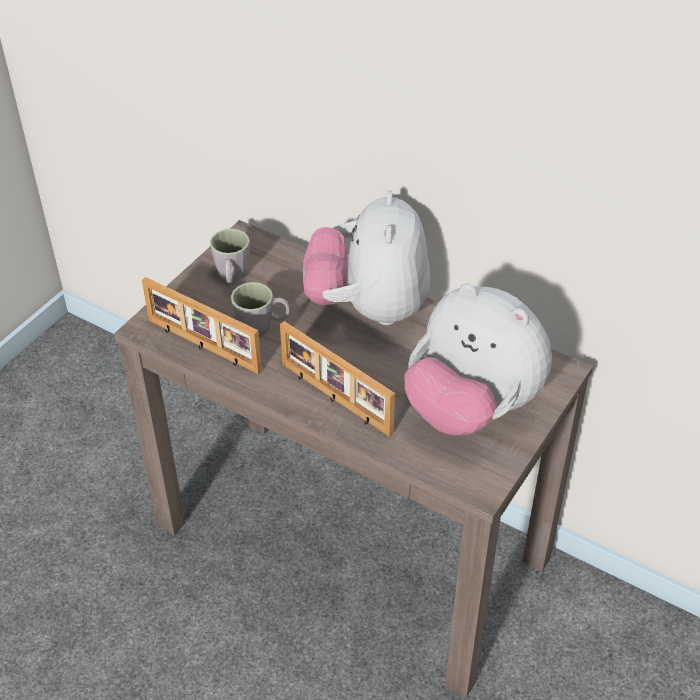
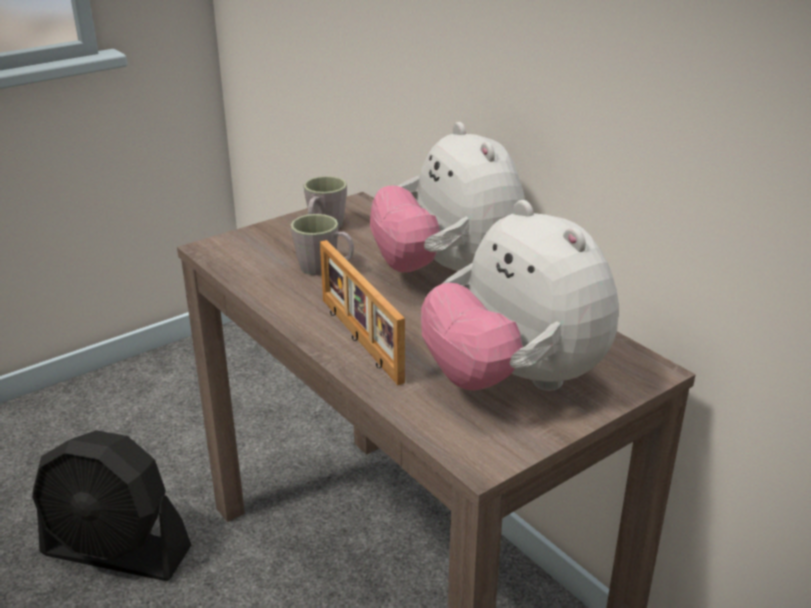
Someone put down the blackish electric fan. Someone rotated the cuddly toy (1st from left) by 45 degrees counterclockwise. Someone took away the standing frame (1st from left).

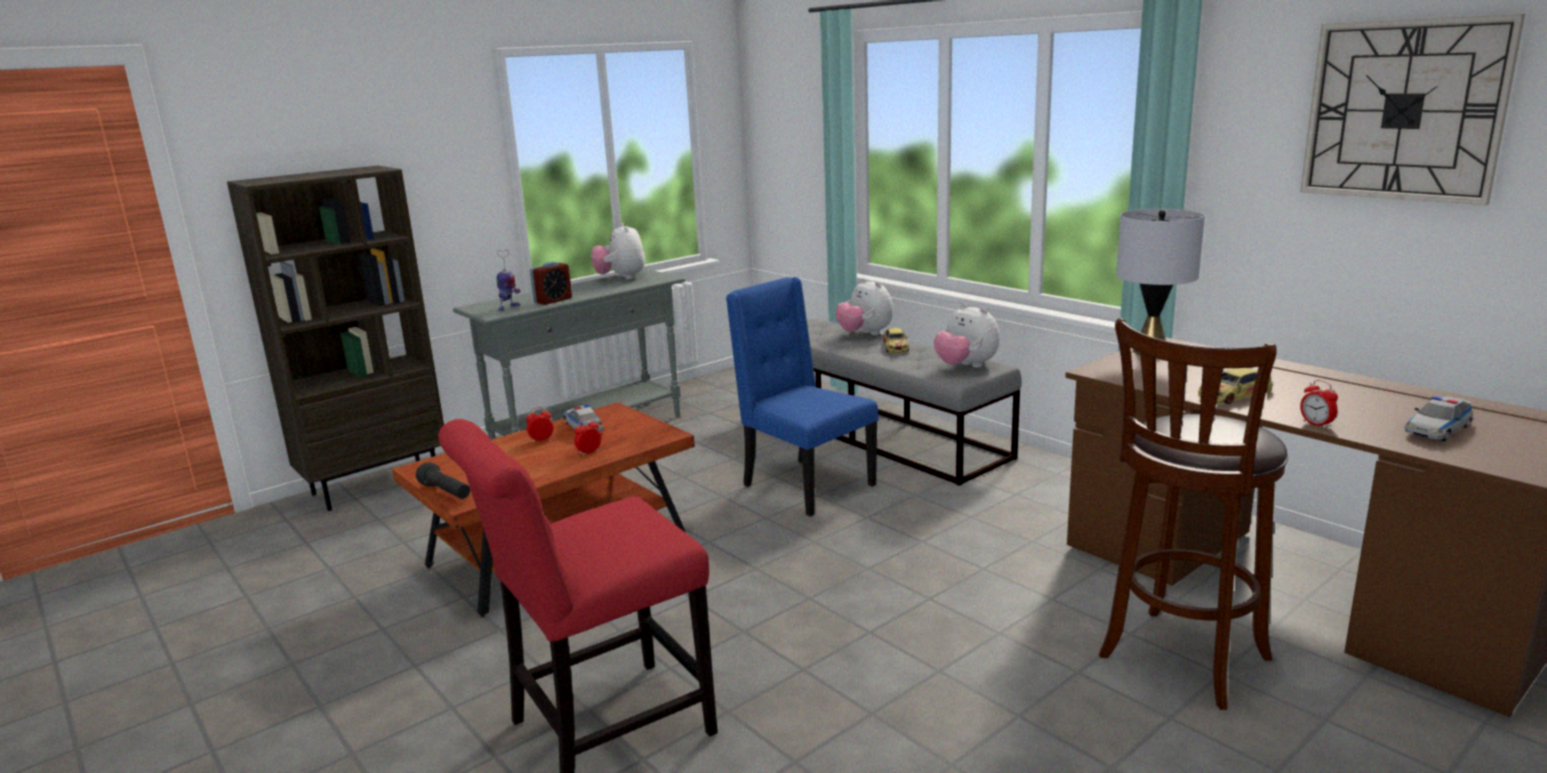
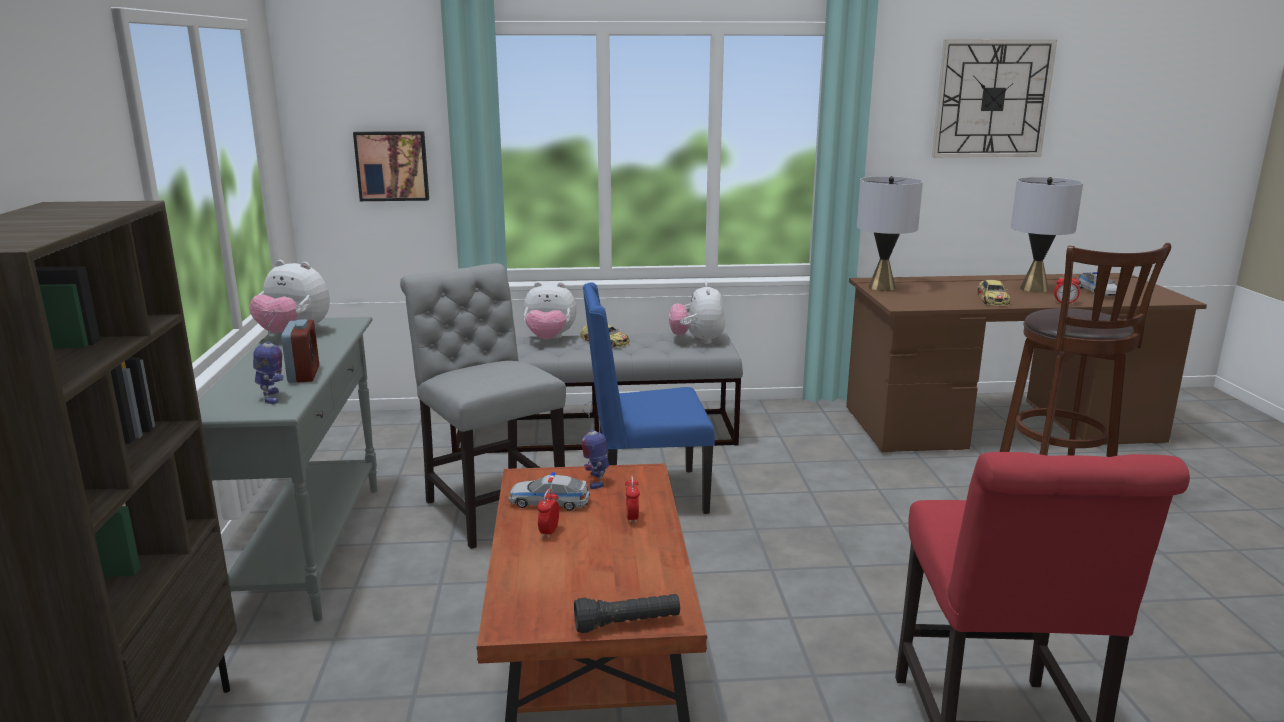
Someone put up the wall art. Someone put down the greyish chair. Someone put down the robot figure (2nd from left). Someone rotated the cuddly toy (3rd from left) by 90 degrees clockwise. Someone put down the greyish table lamp (2nd from left).

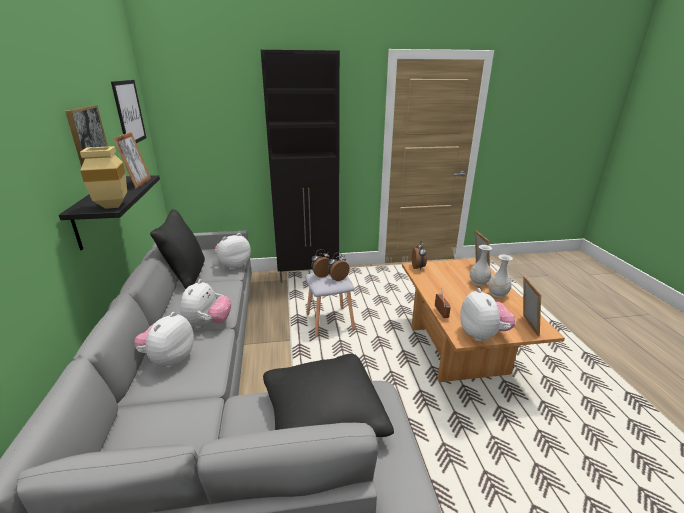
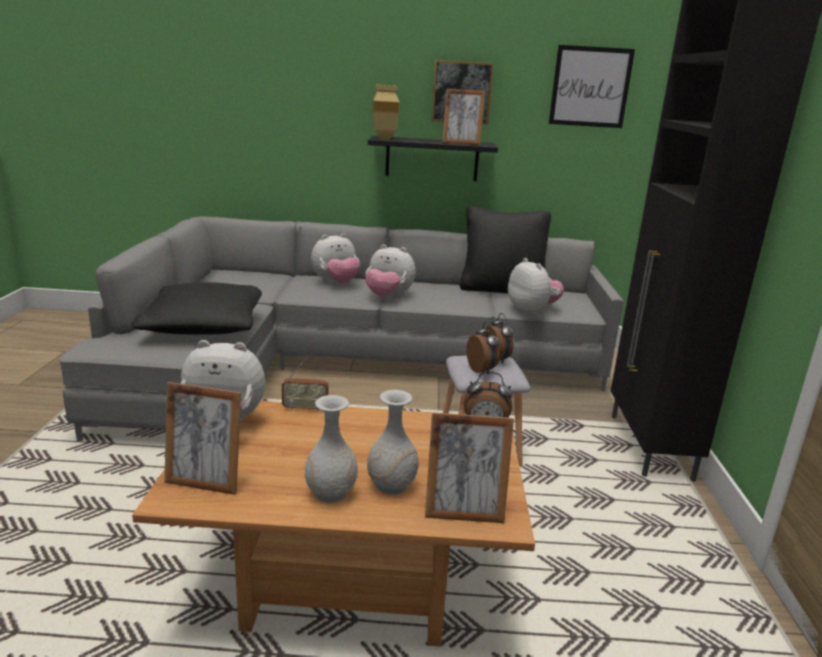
Someone rotated the cuddly toy (1st from left in the first image) by 120 degrees clockwise.

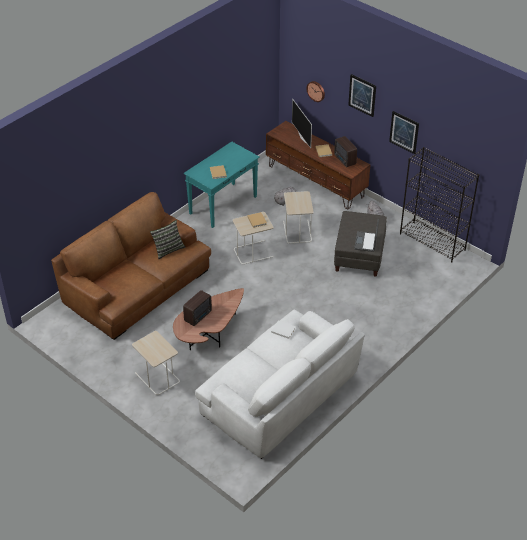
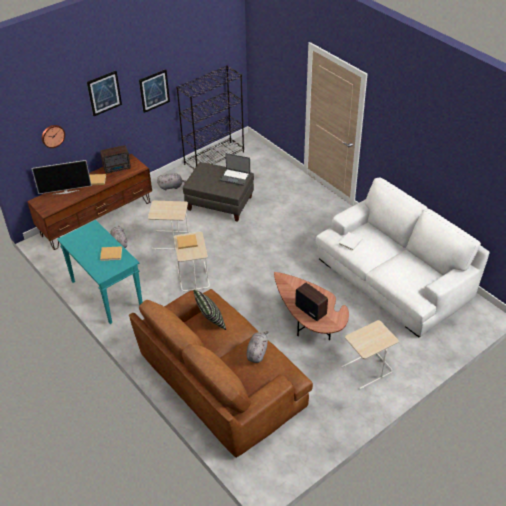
Someone put down the greyish cuddly toy (3rd from left).

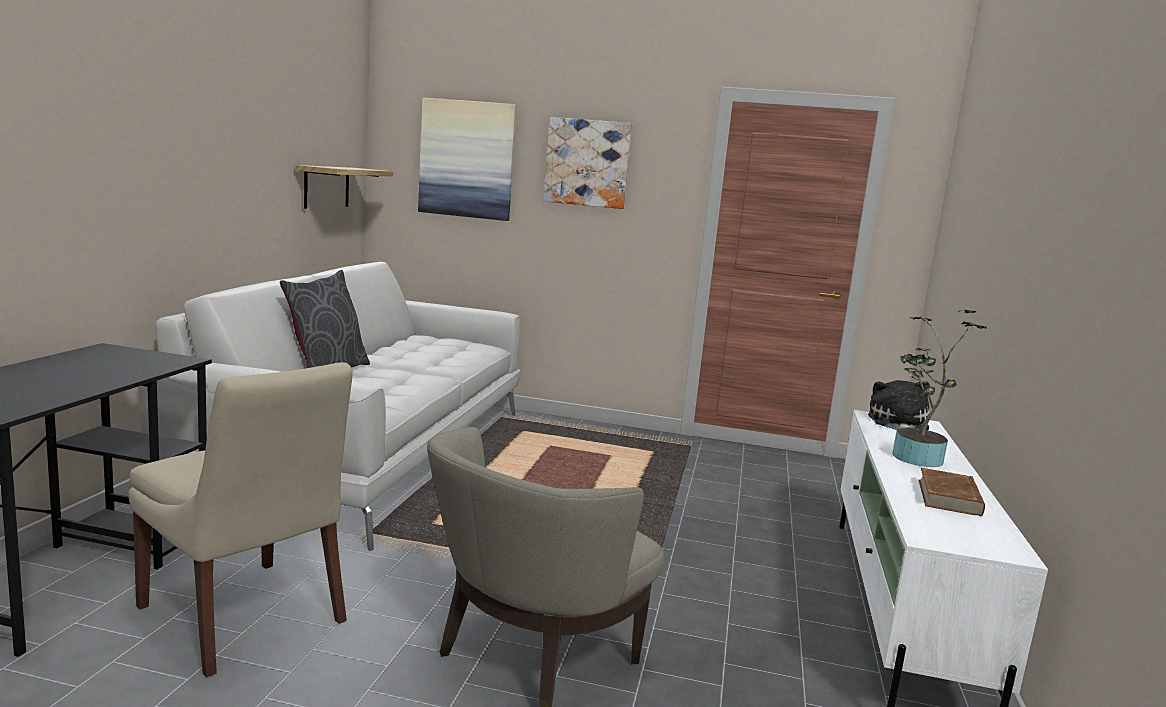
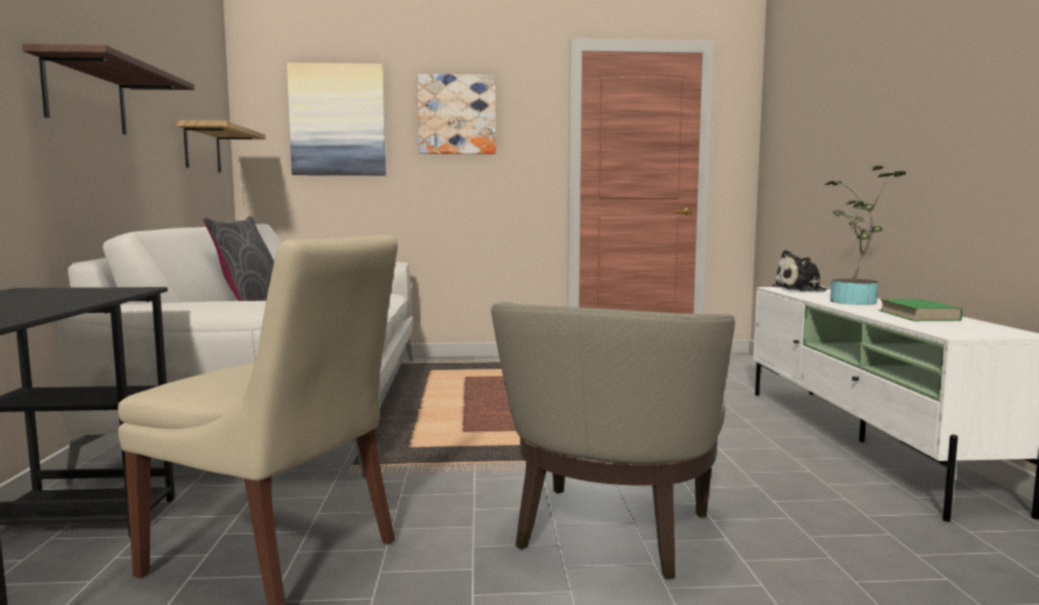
Someone put up the wall shelf (1st from left). Someone rotated the cuddly toy by 90 degrees counterclockwise. Someone repainted the brownish book, which became the green-coloured book.

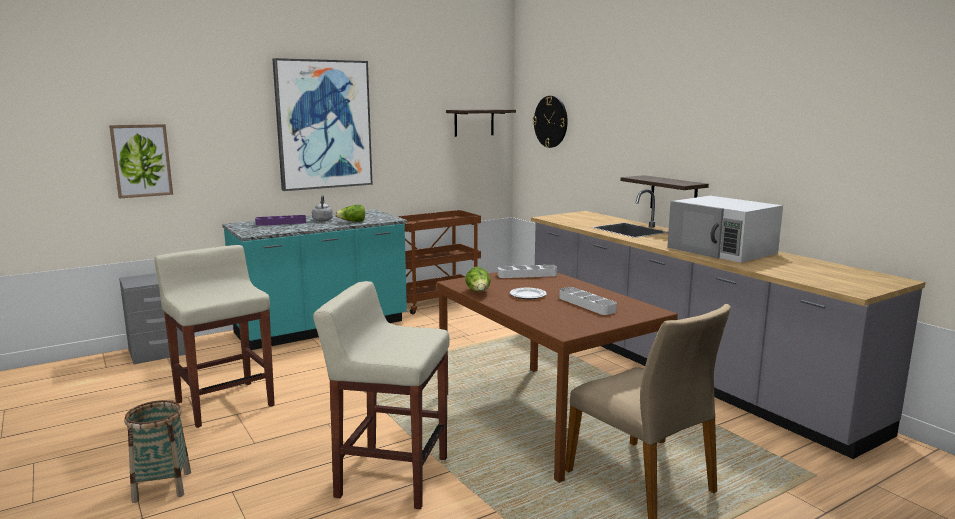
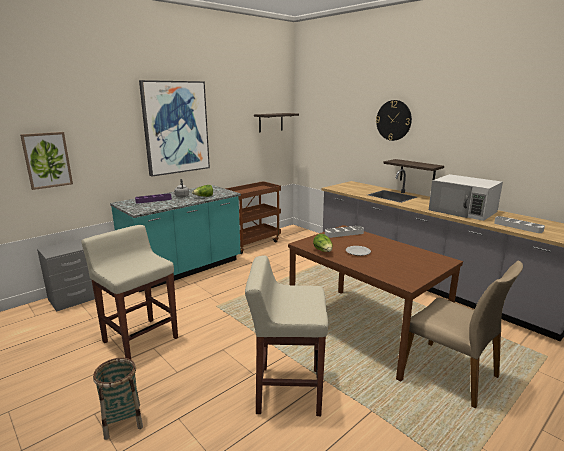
Someone carried the wall clock. Someone carried the greyish tray (2nd from left).

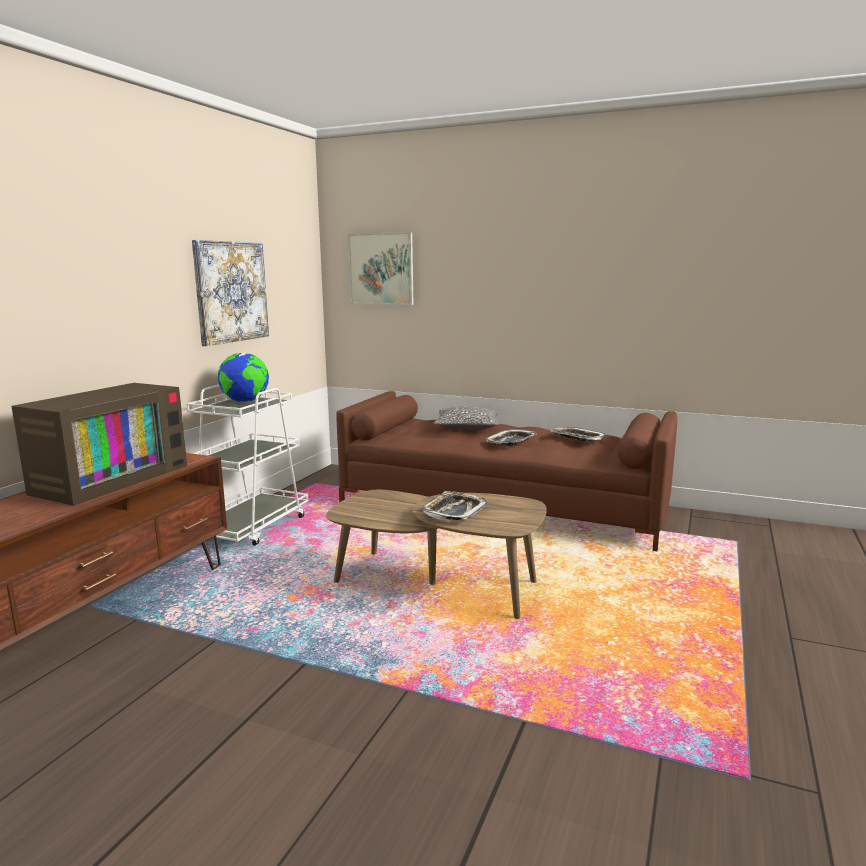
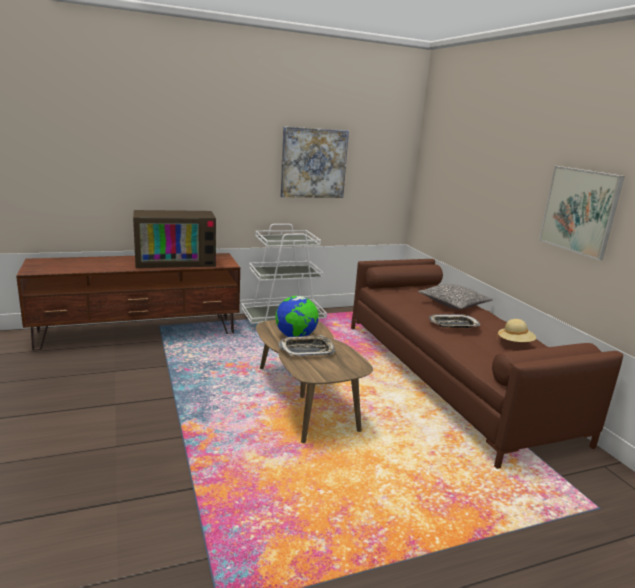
Someone carried the world globe. Someone swapped the tray (3rd from left) for the sand-coloured clothing hat. Someone carried the wall art (2nd from left).

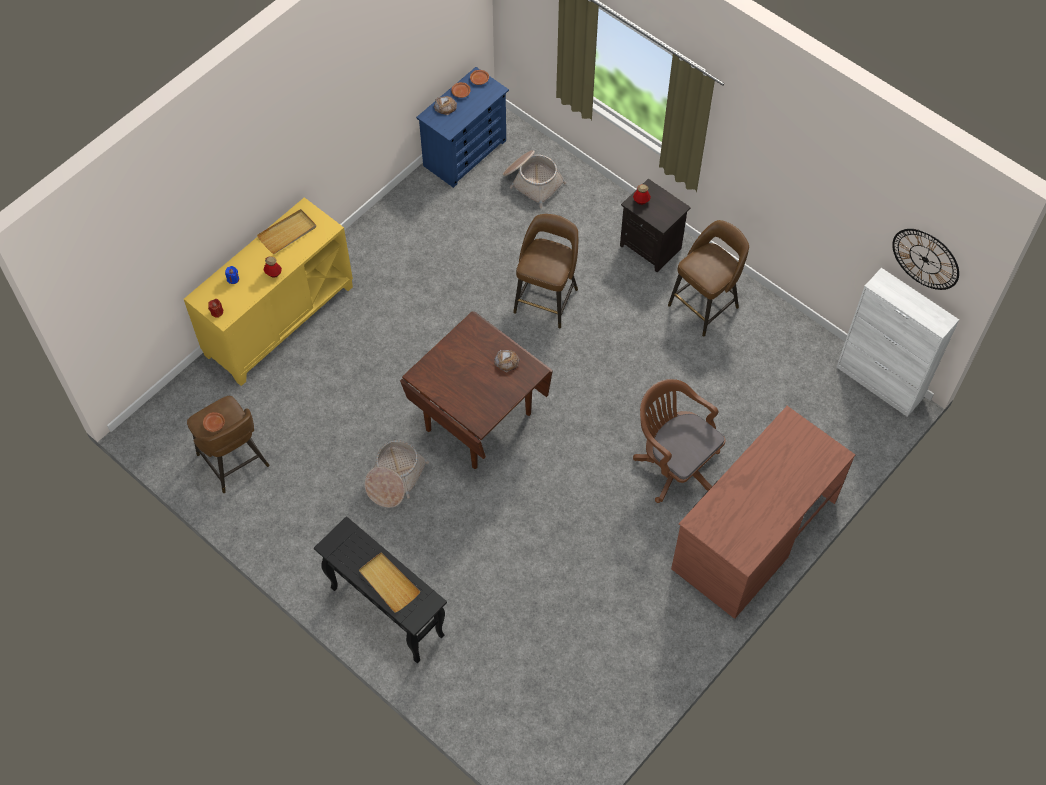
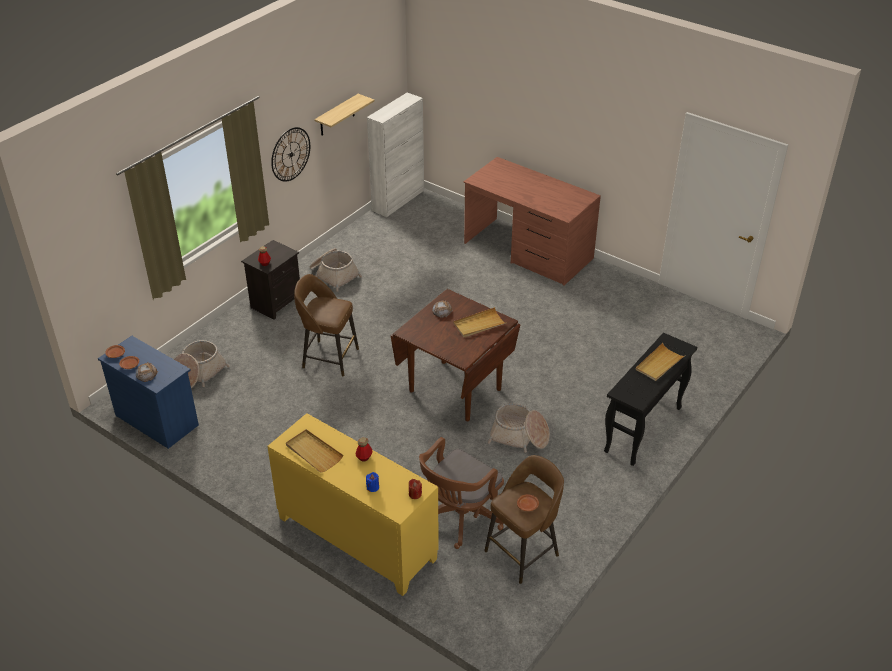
Someone carried the wall clock. Someone swapped the brownish stool (3rd from left) for the household basket (2nd from left). Someone put up the wall shelf. Someone carried the brownish office chair. Someone put down the sand-coloured tray (2nd from left).

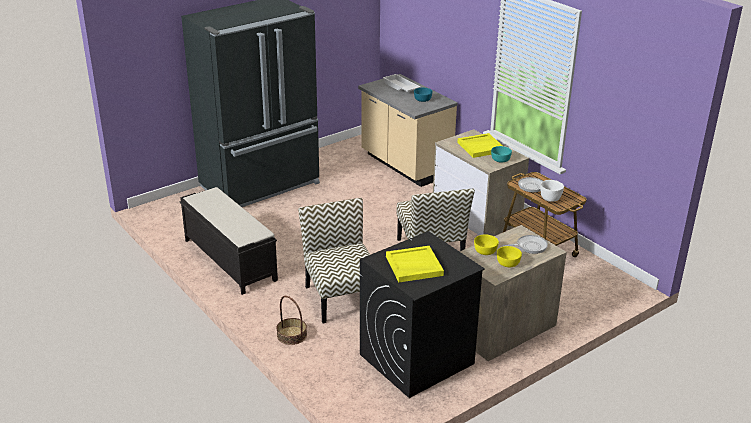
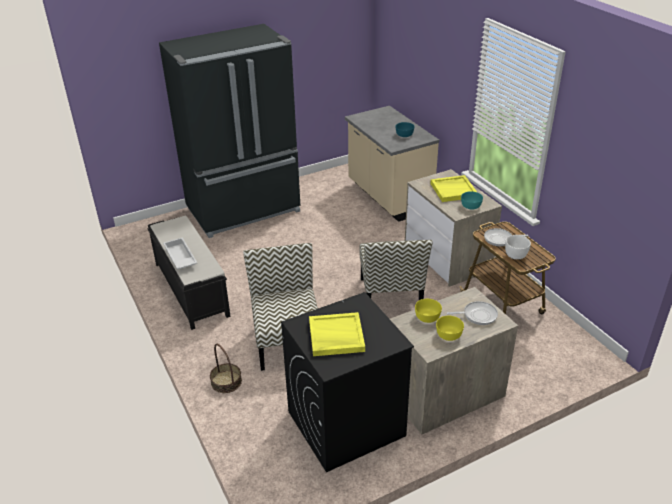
Someone carried the whitish tray.

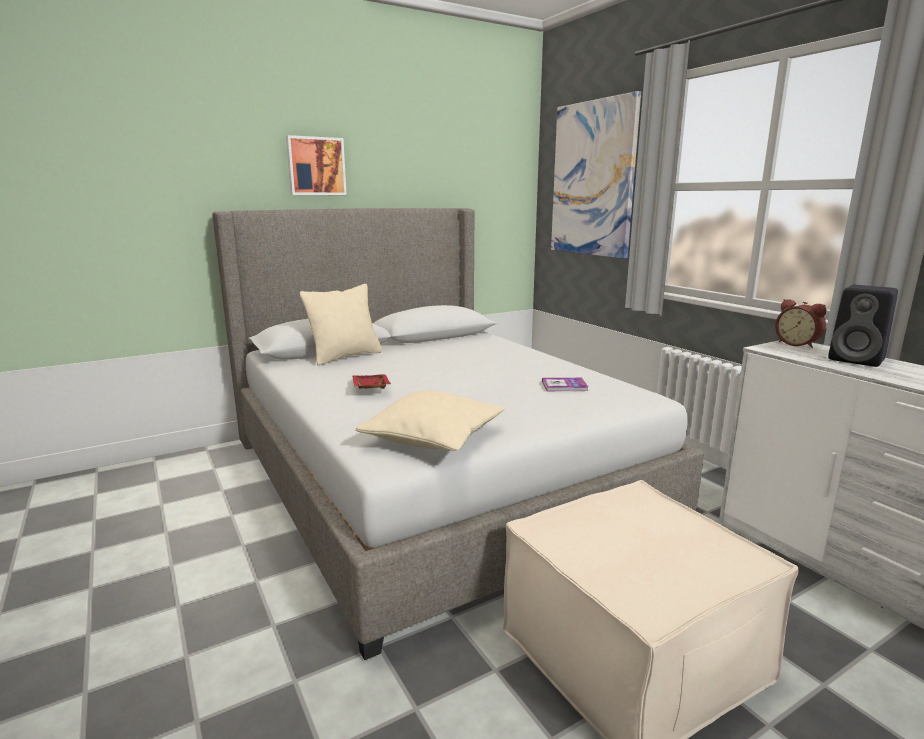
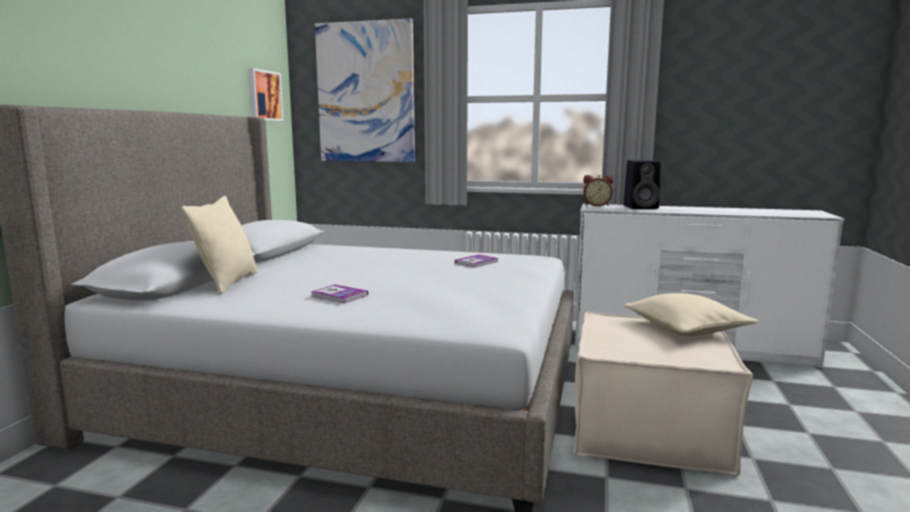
Someone carried the wall art (1st from left). Someone swapped the red-coloured tray for the book (1st from left). Someone carried the sand-coloured pillow (2nd from left).

